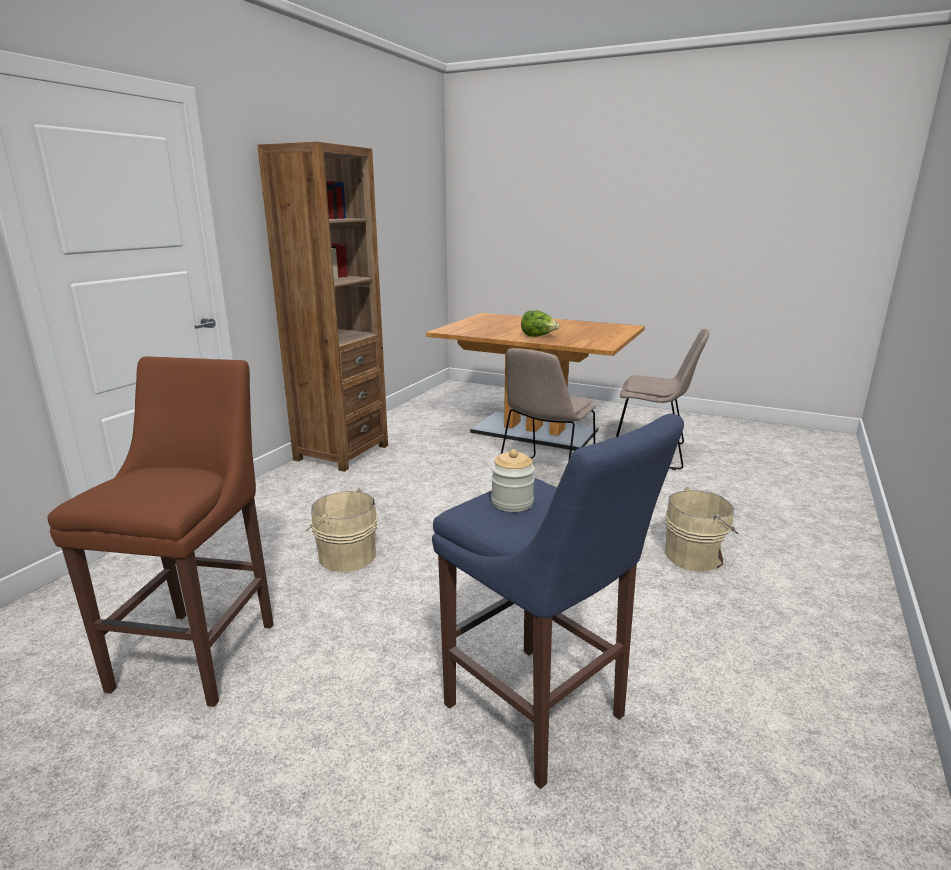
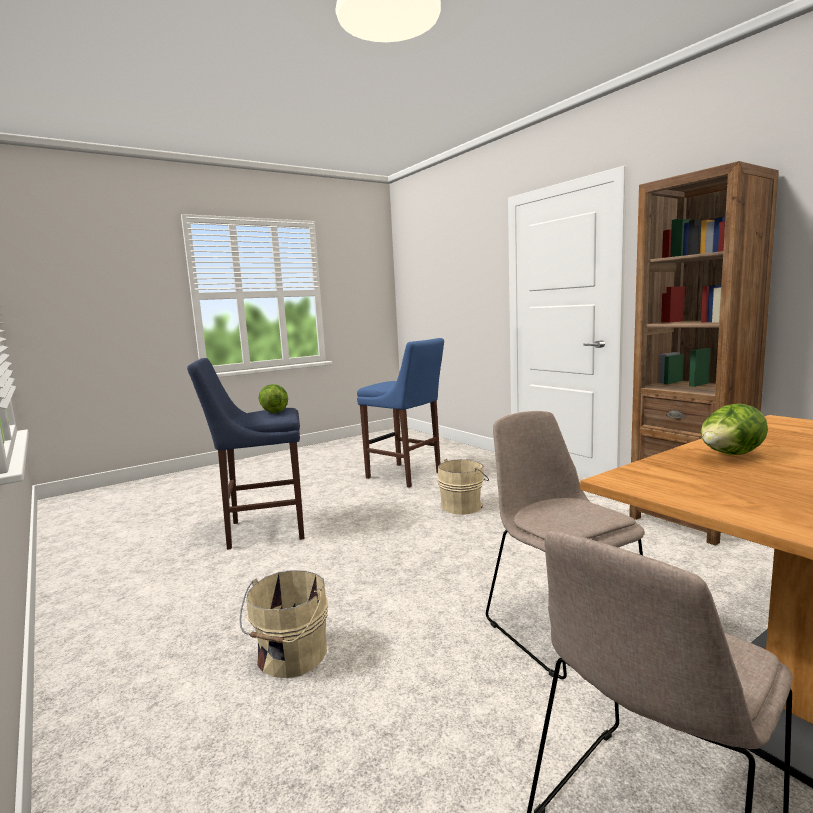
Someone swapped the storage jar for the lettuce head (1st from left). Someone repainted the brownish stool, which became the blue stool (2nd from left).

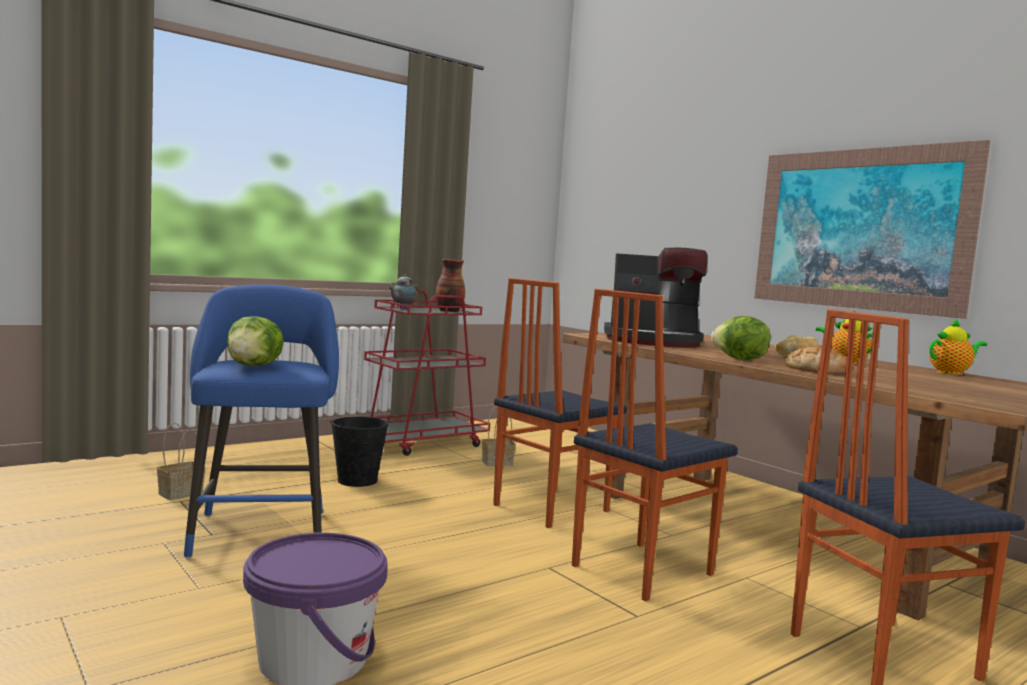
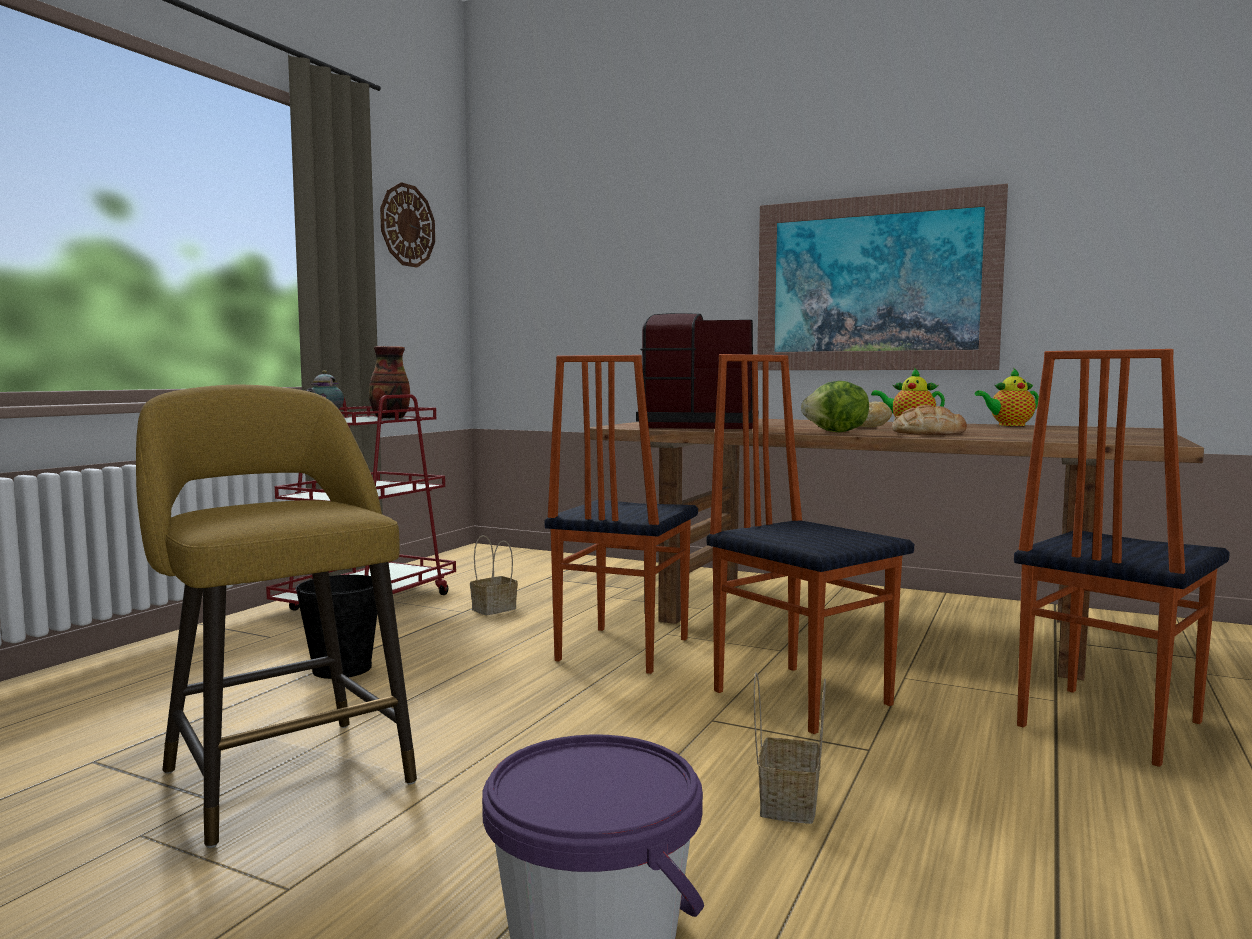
Someone repainted the blue stool, which became the yellow-coloured stool. Someone put up the wall clock. Someone rotated the coffee brewer by 150 degrees counterclockwise. Someone rotated the chair (2nd from left) by 120 degrees clockwise. Someone carried the household basket (1st from left in the first image). Someone rotated the pot for tea (3rd from left) by 150 degrees counterclockwise. Someone took away the lettuce head (1st from left).

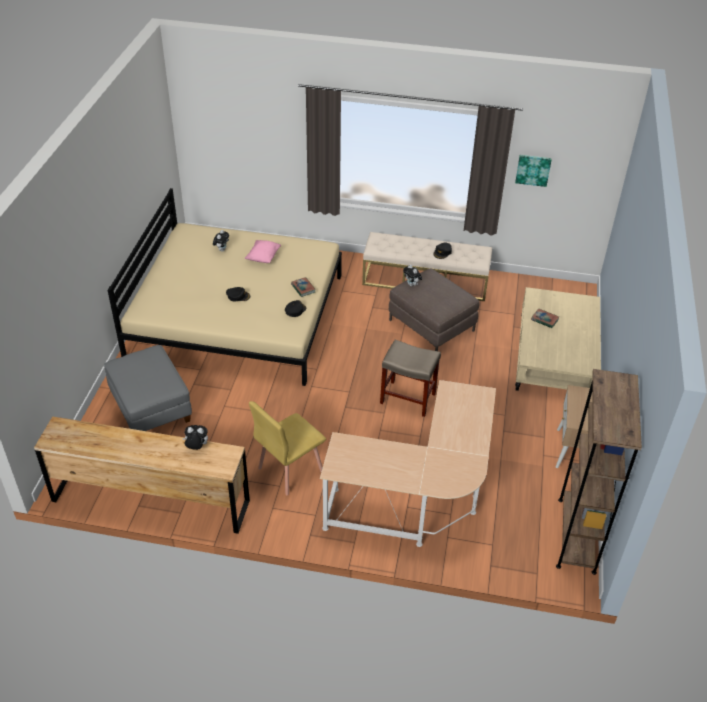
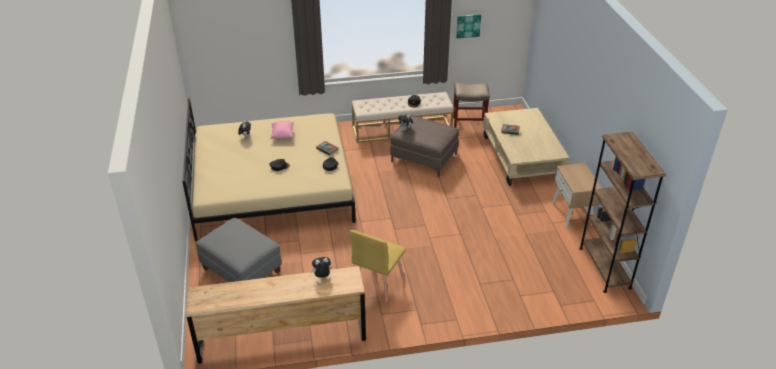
Someone carried the sand-coloured stool. Someone took away the sand-coloured desk.

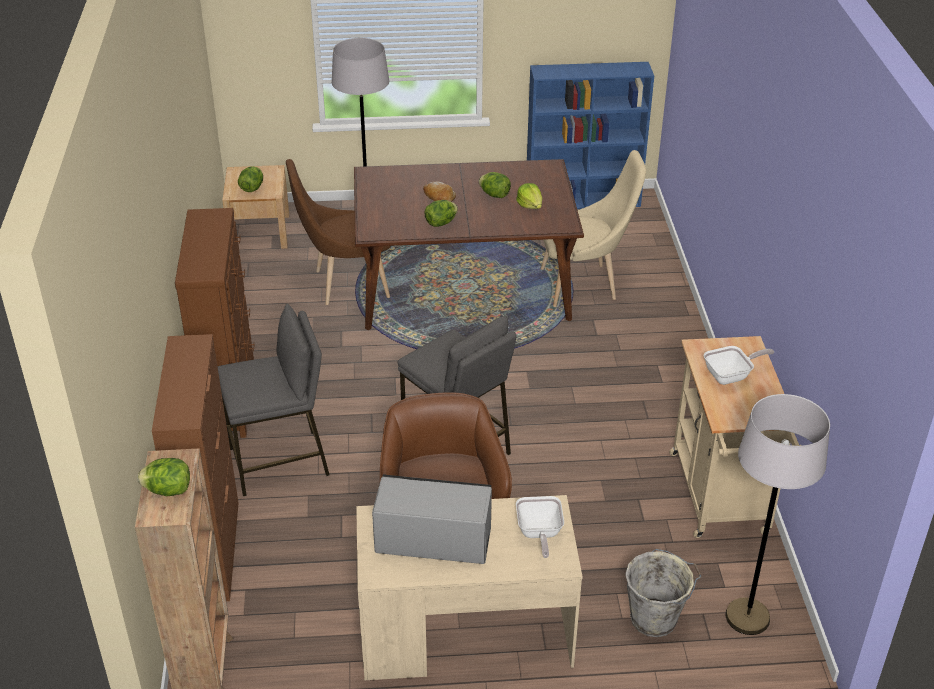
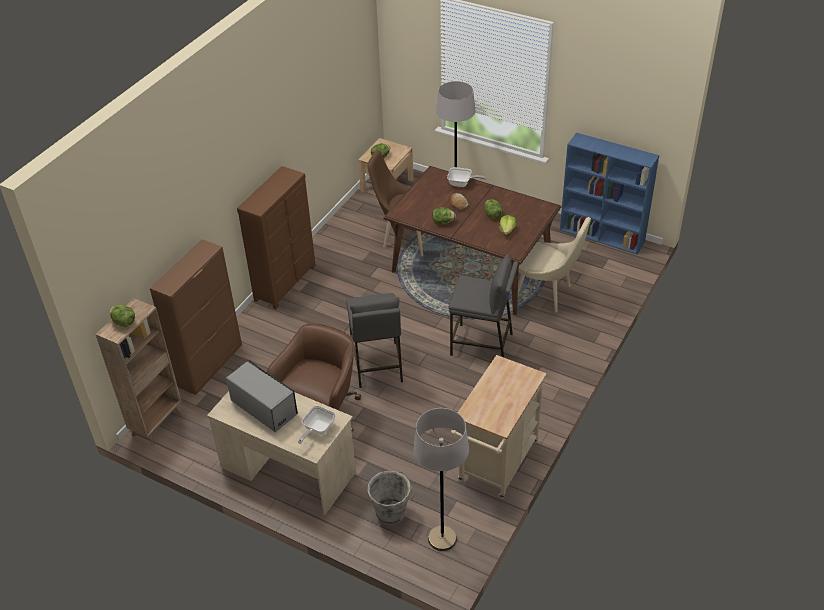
Someone carried the frying pan (2nd from left). Someone carried the greyish stool (1st from left in the first image).

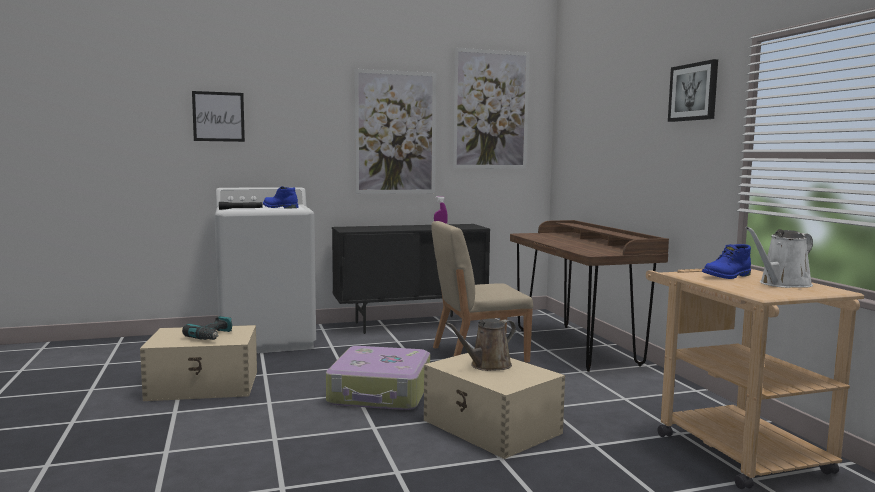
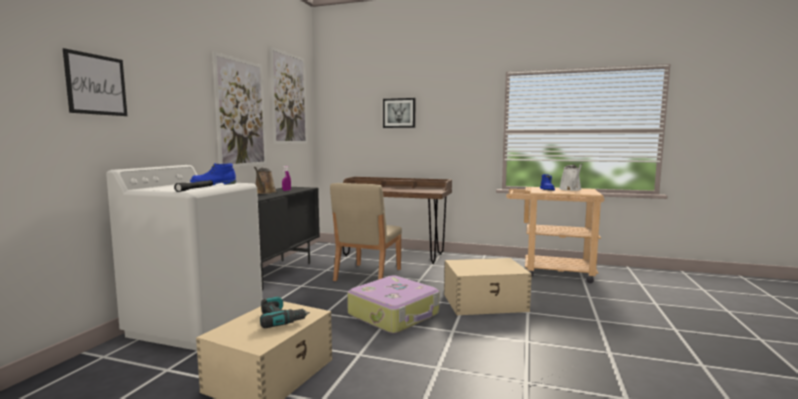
Someone carried the brownish sprinkling can. Someone carried the wall art (4th from left).

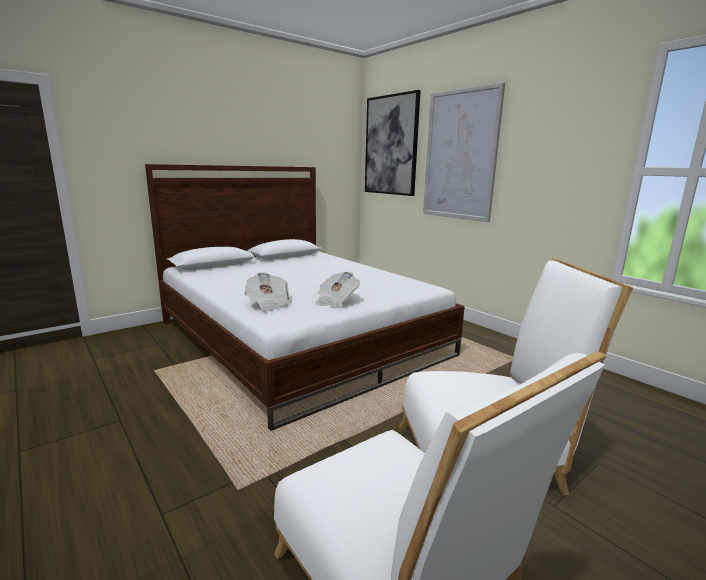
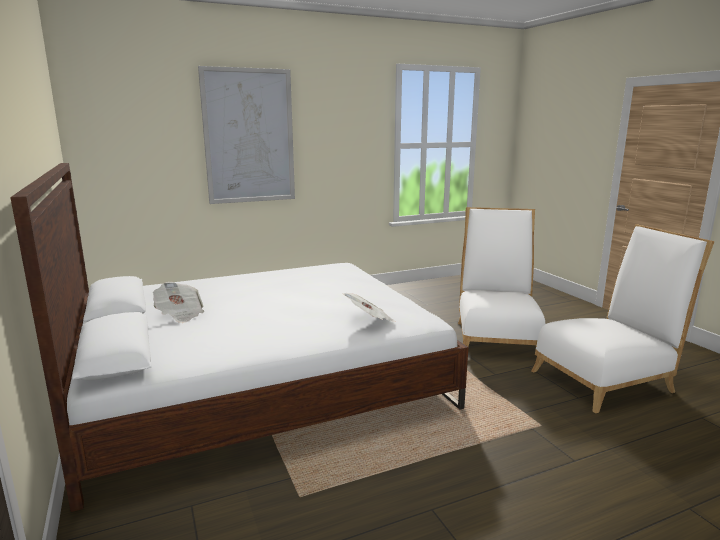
Someone carried the printed paper (2nd from left in the first image). Someone took away the wall art (1st from left).

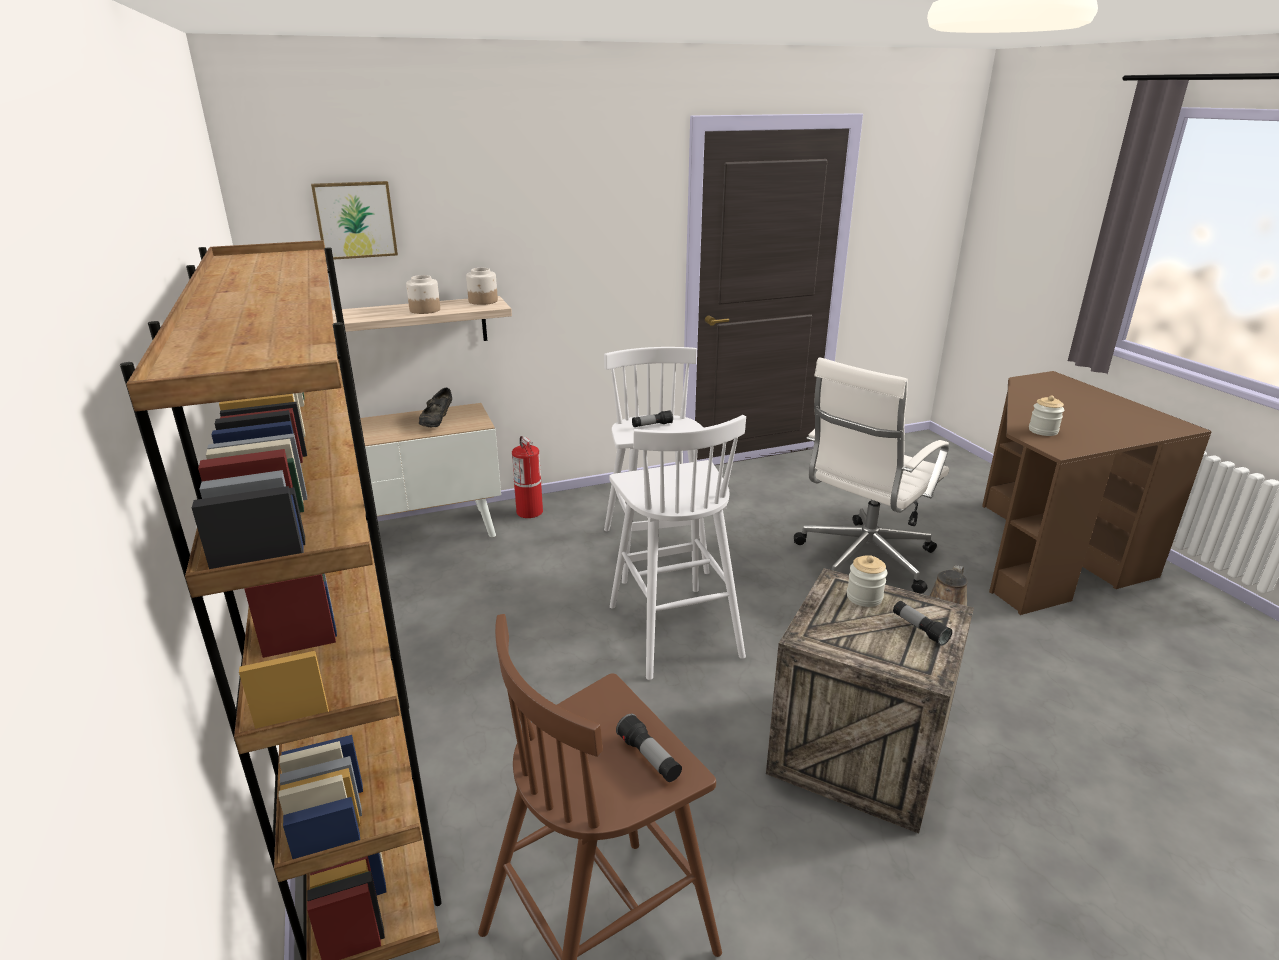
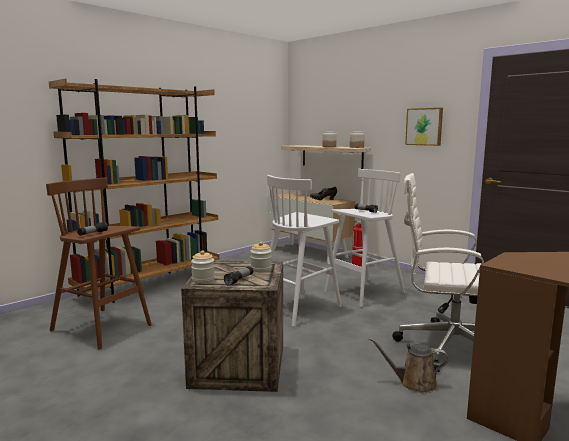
Someone carried the storage jar (4th from left in the first image). Someone carried the wall art.

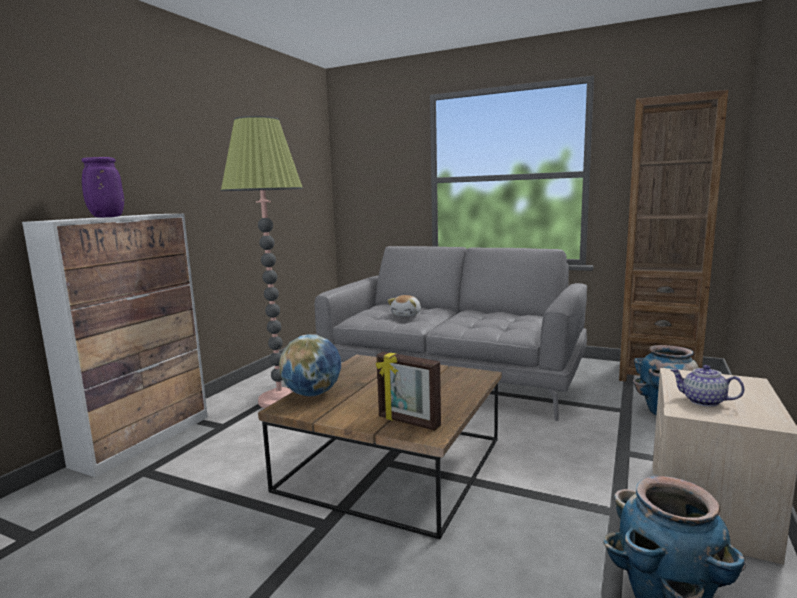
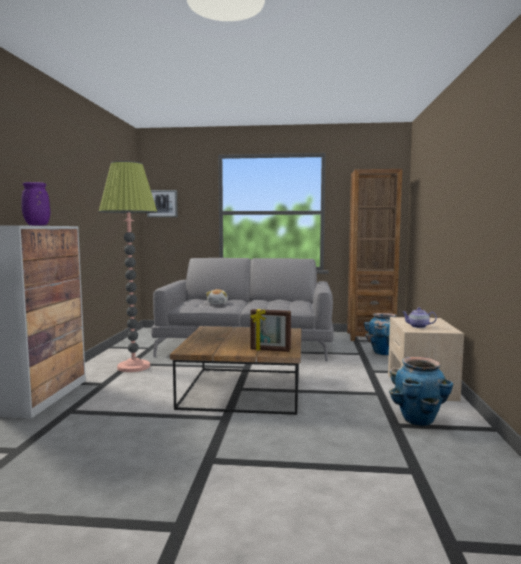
Someone put up the wall art. Someone took away the world globe.

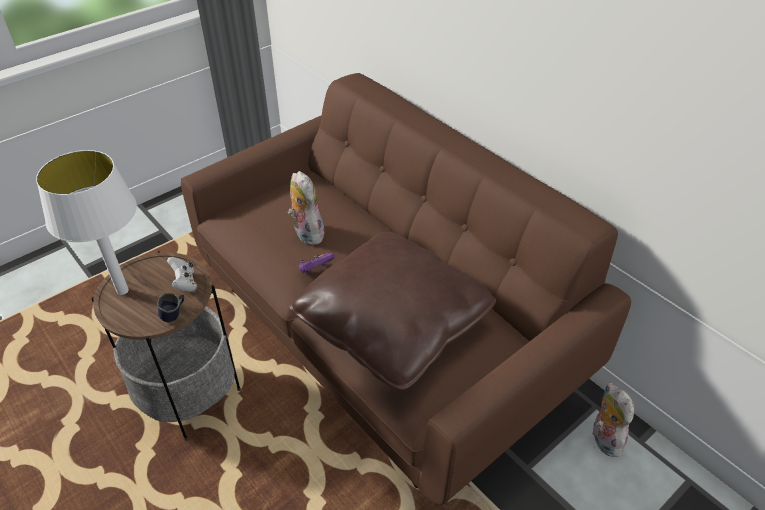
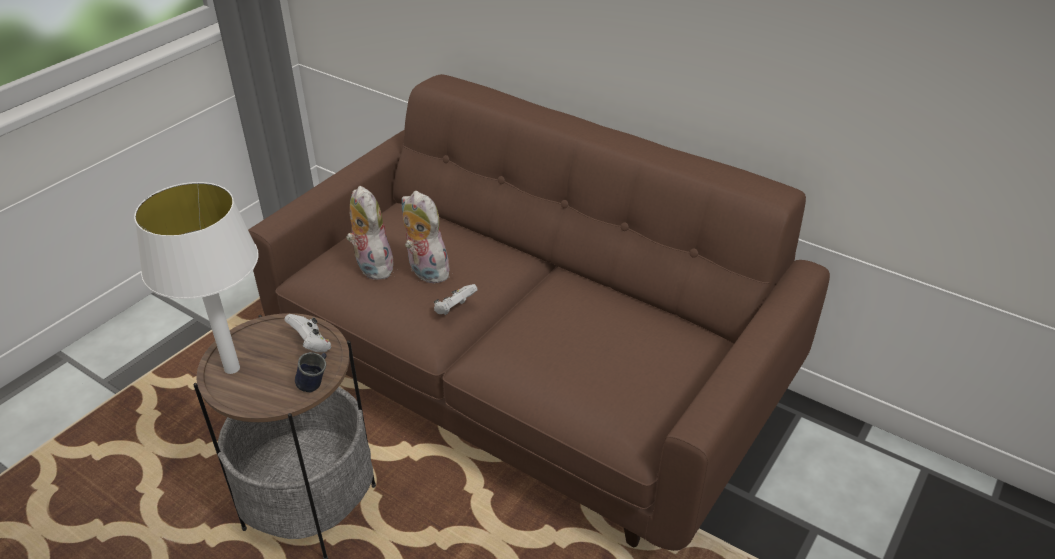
Someone carried the cuddly toy (2nd from left in the first image). Someone repainted the purple-coloured joypad, which became the whitish joypad (2nd from left). Someone took away the brownish pillow.

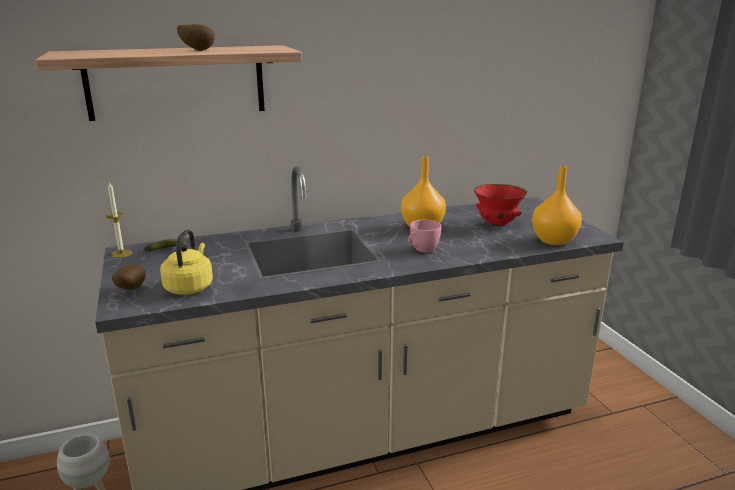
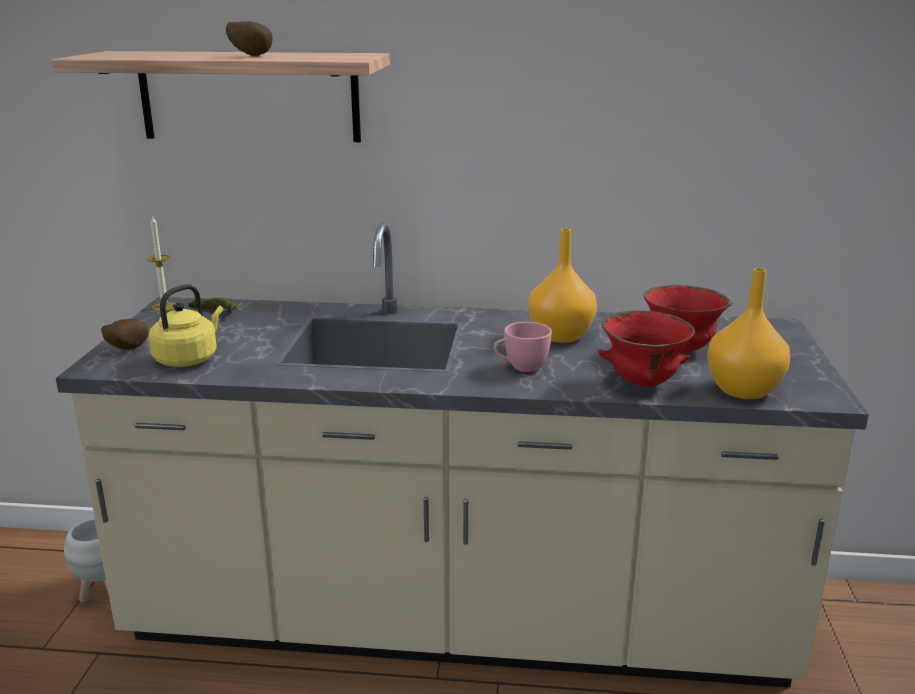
Someone put down the red-coloured serving bowl (1st from left).

